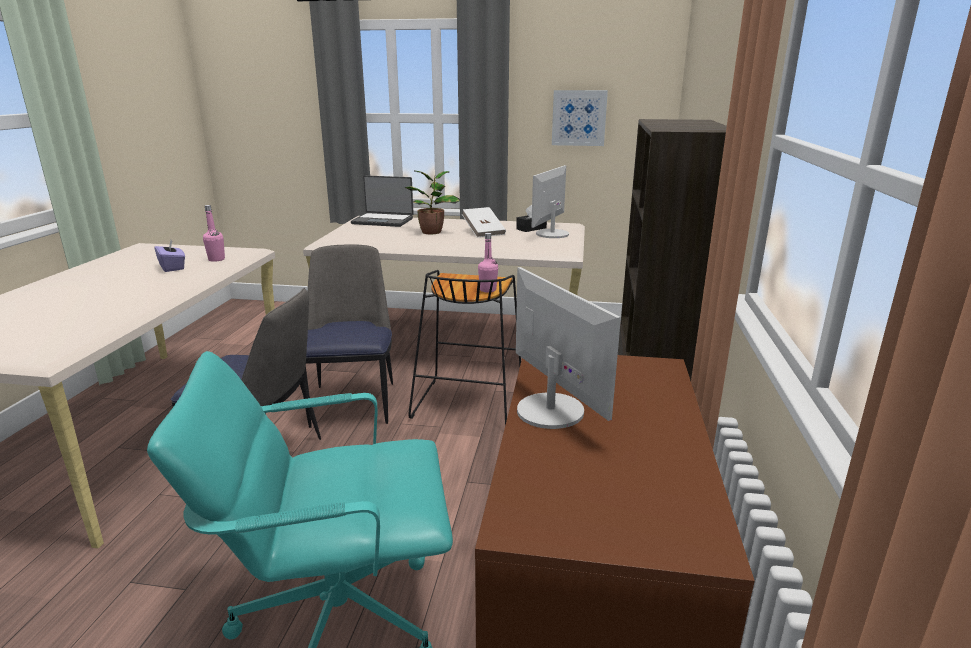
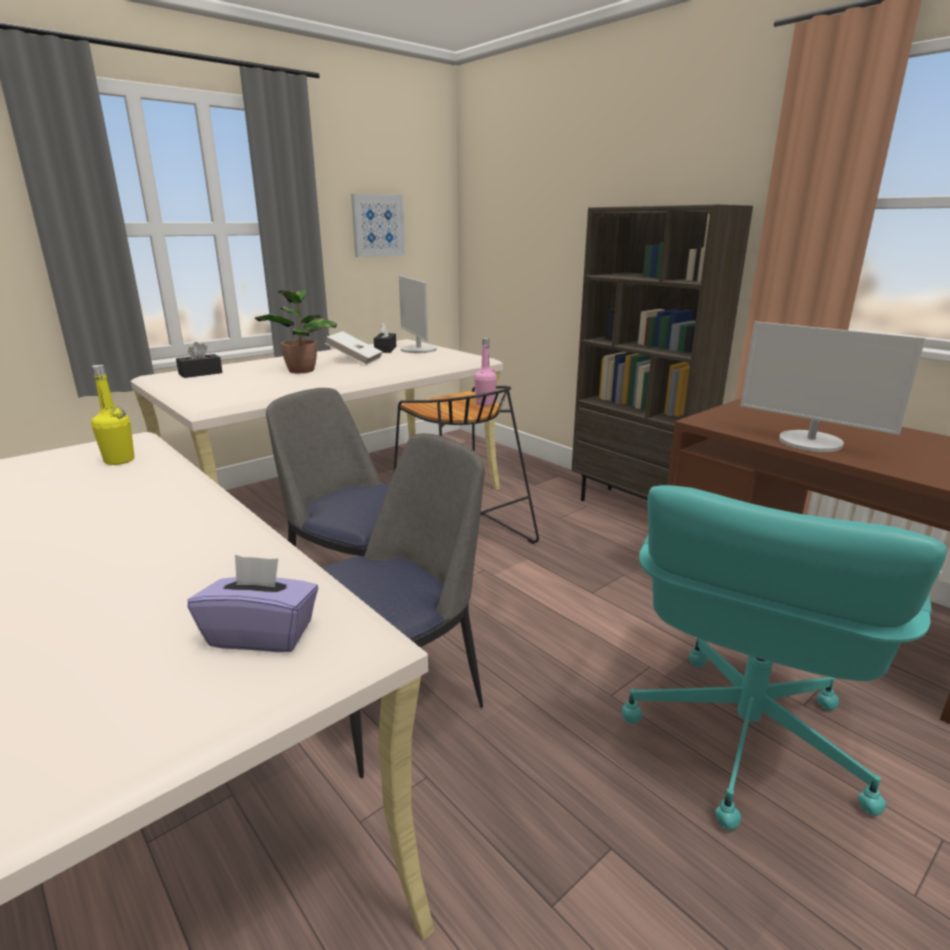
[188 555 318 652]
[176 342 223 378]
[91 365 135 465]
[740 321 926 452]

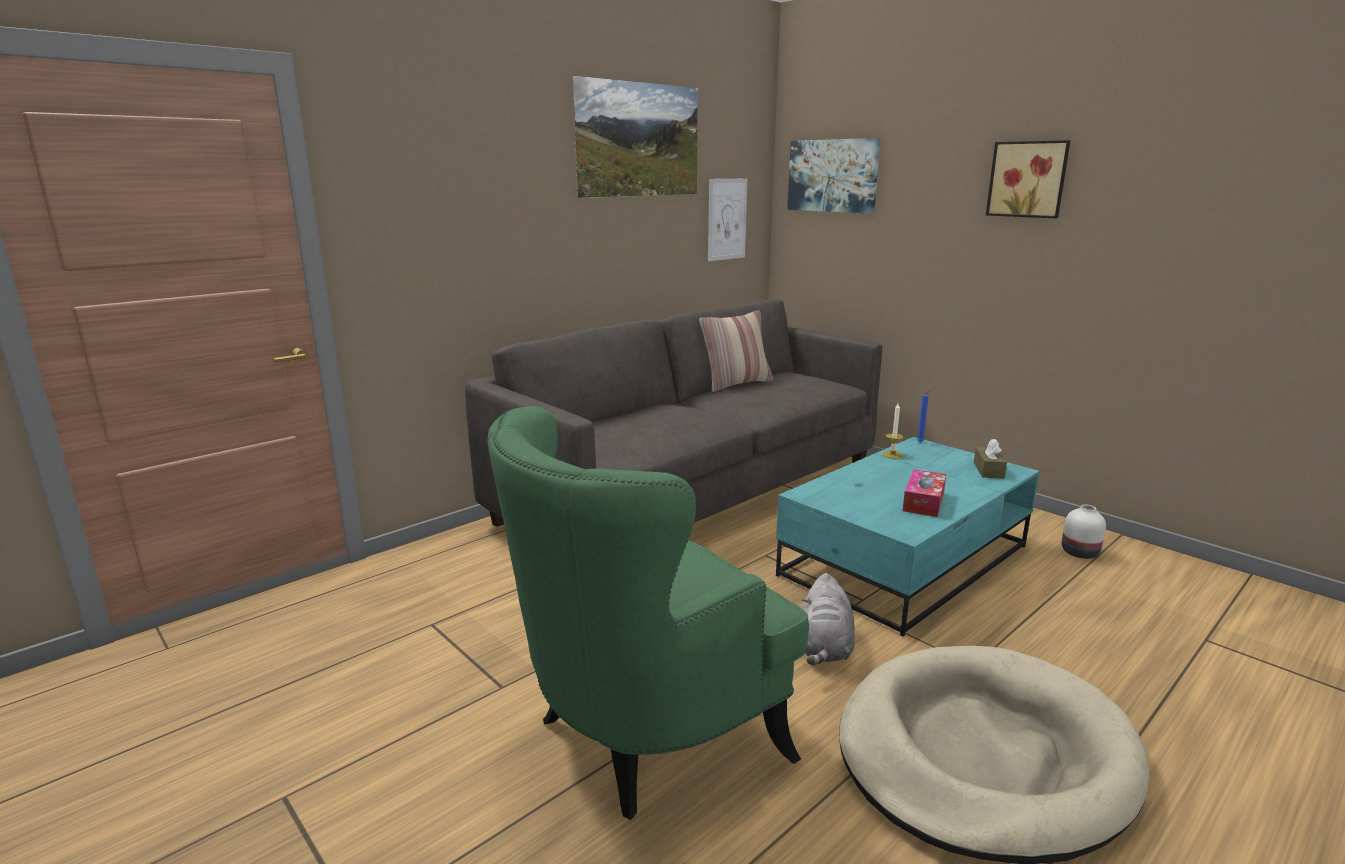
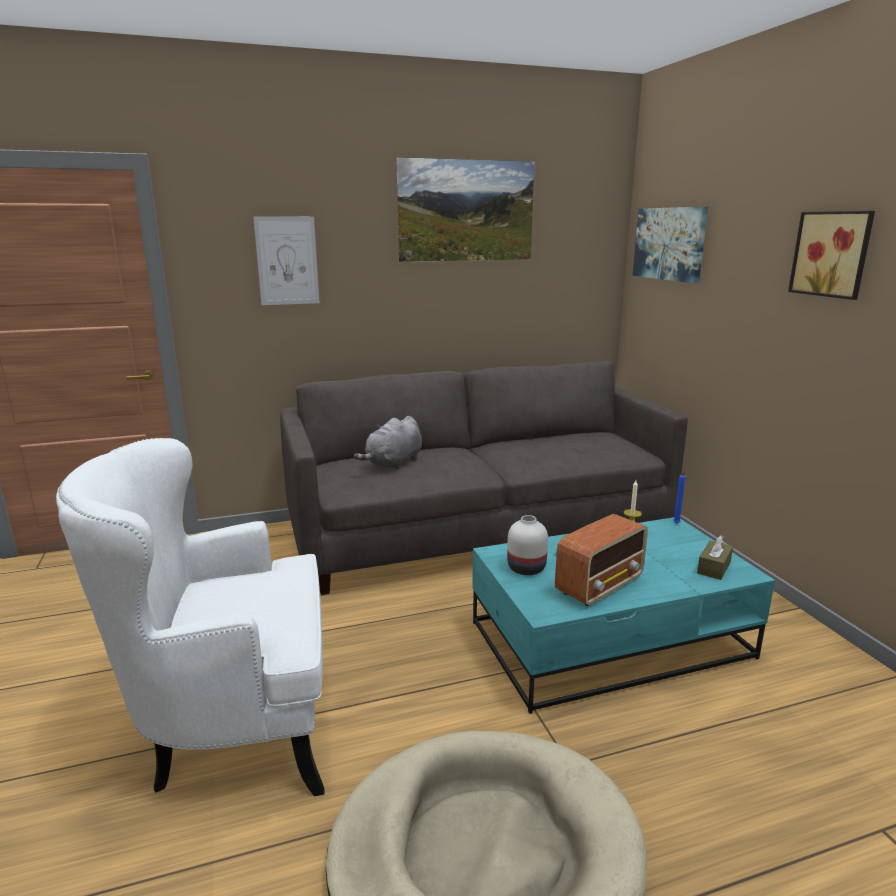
[699 310 773 392] (first image)
[253 216 319 305]
[354 416 422 470]
[507 515 548 575]
[555 514 648 606]
[56 438 325 796]

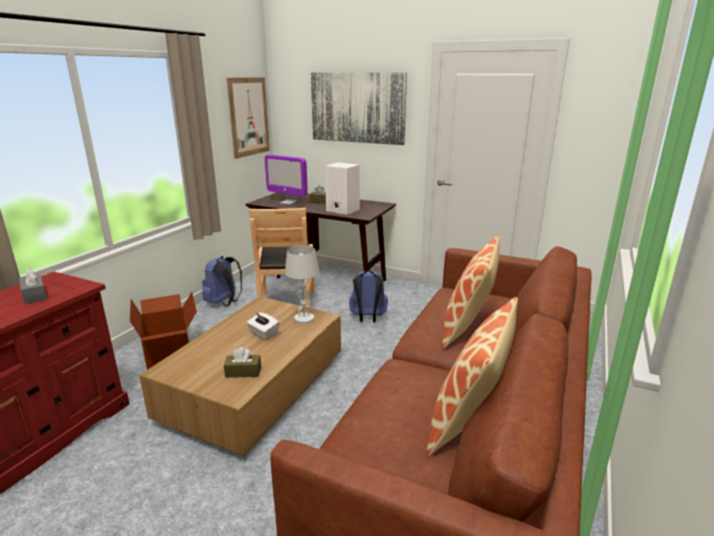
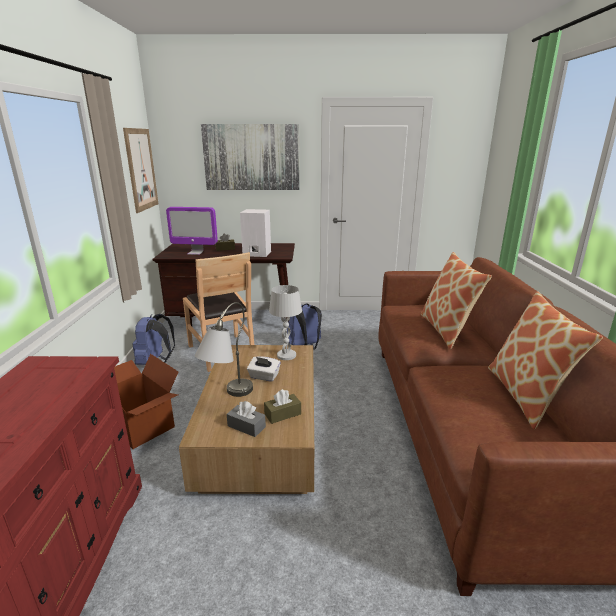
[195 302 253 397]
[227 401 266 437]

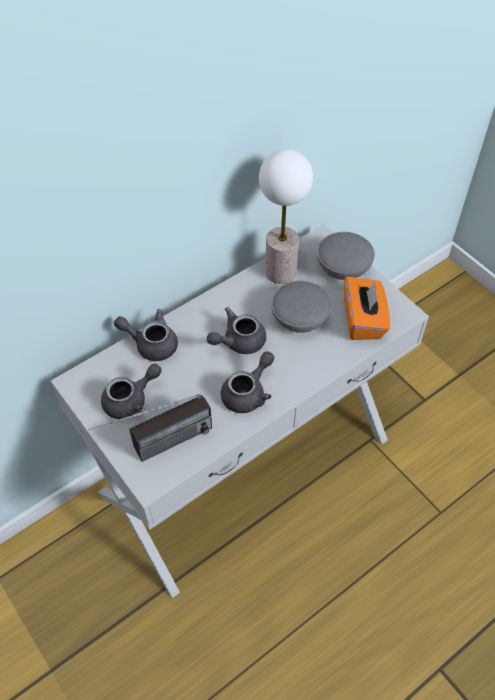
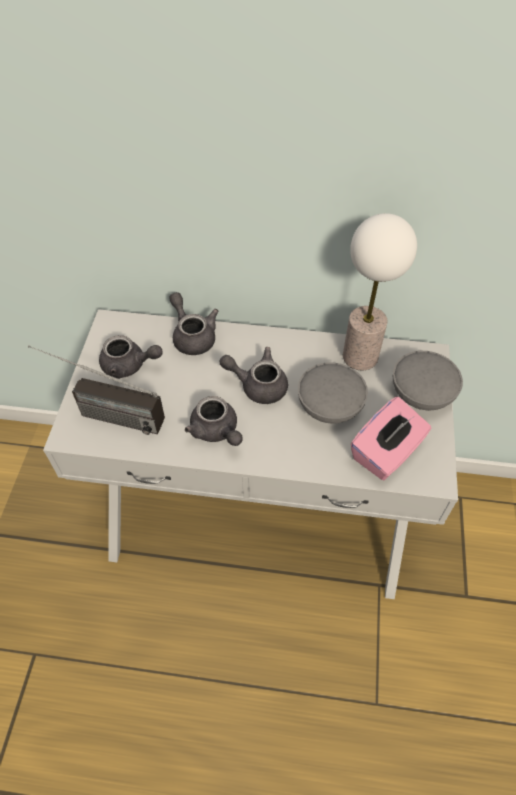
[351 397 431 480]
[185 396 243 446]

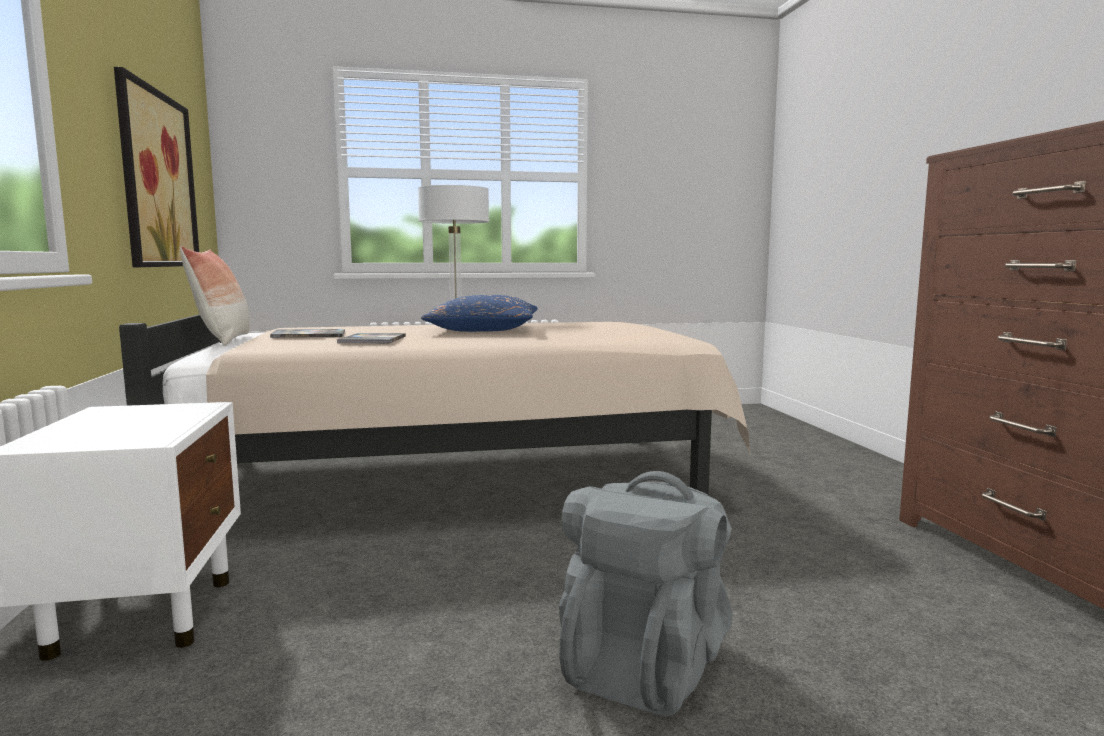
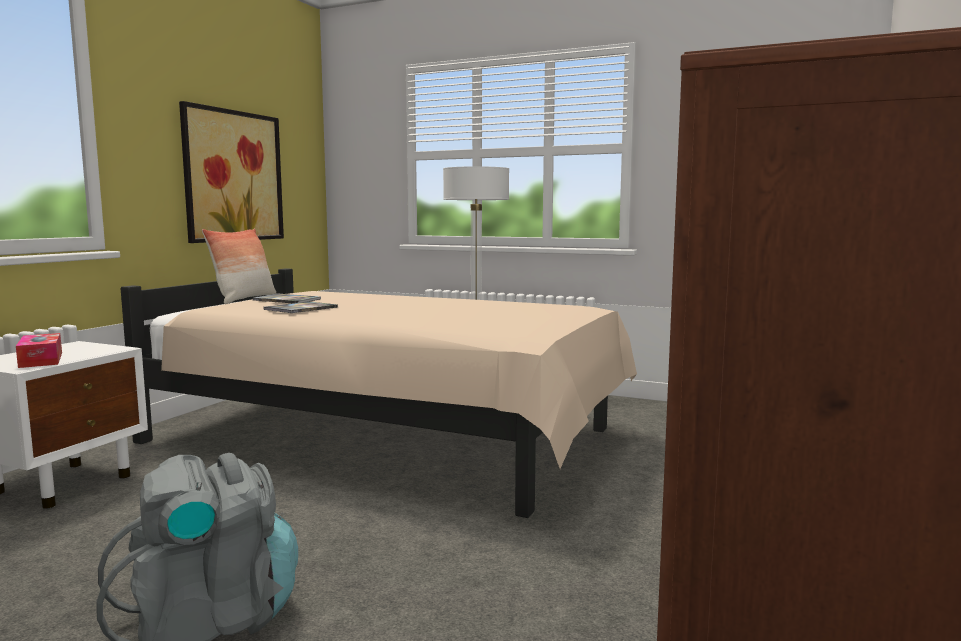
[421 295 537 332] (first image)
[16 333 62 368]

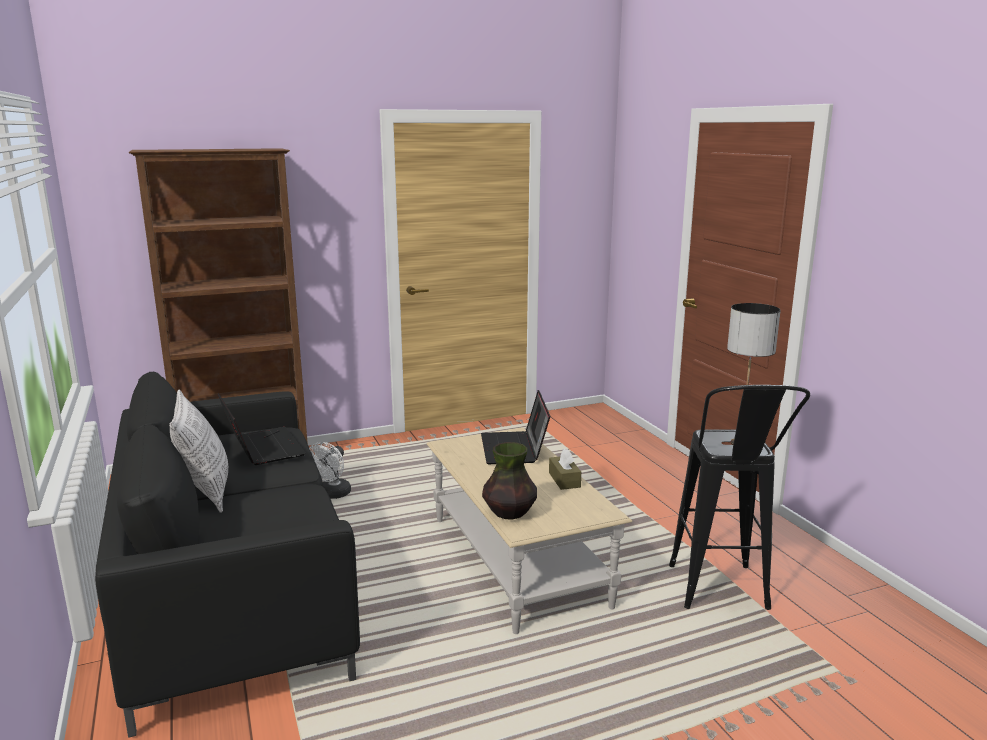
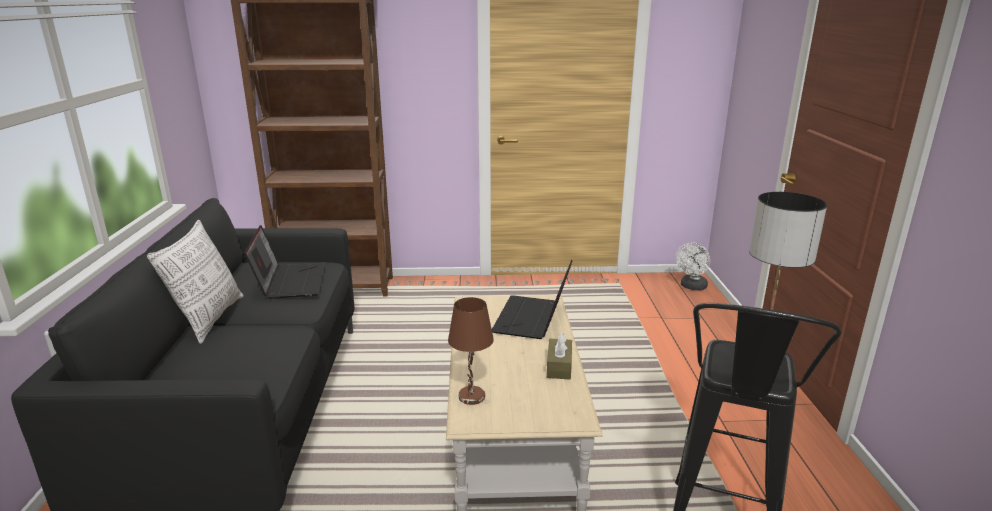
[676 242 710 291]
[448 297 494 405]

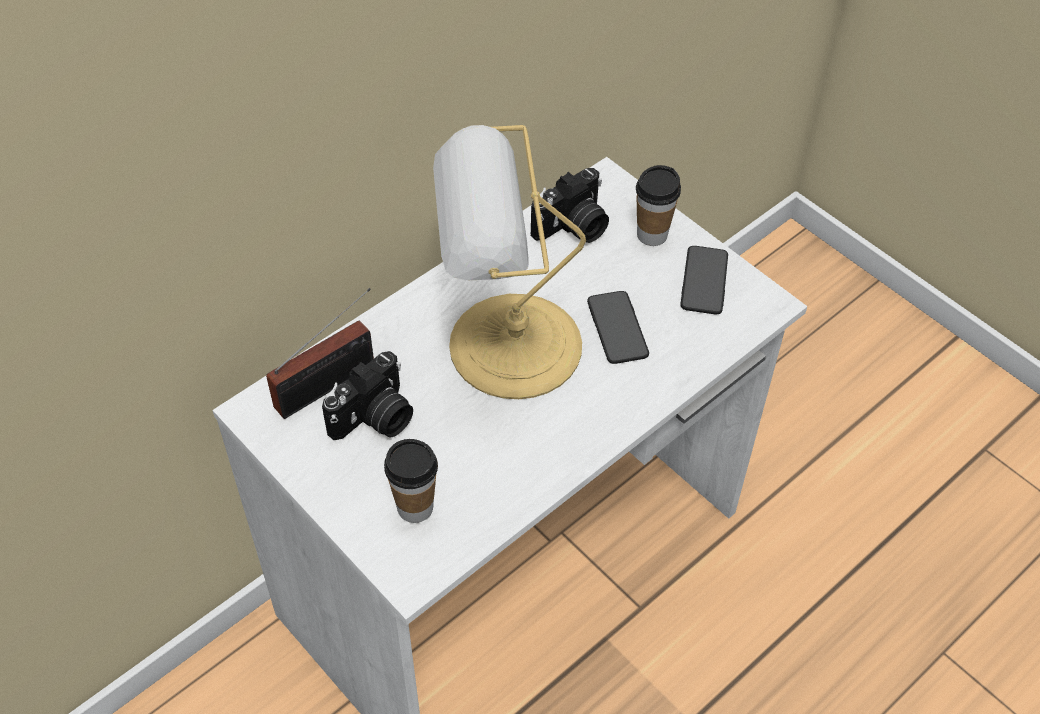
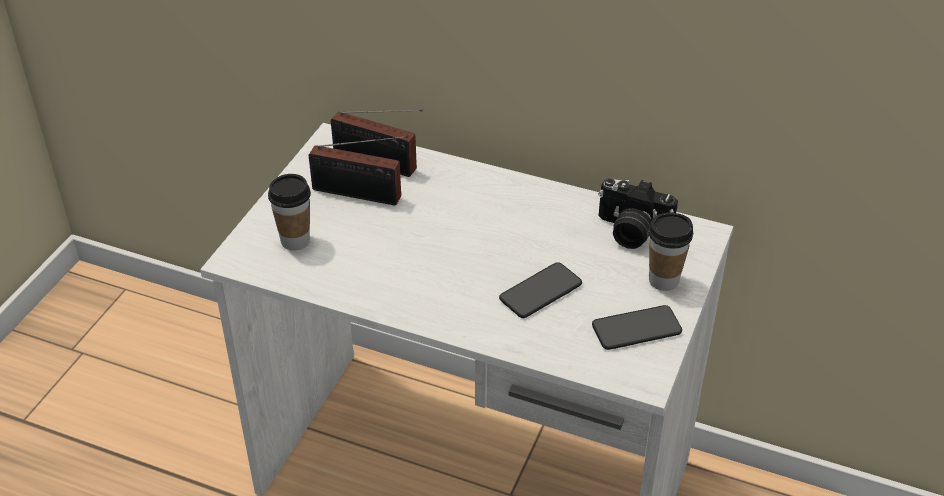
[433 125 586 399] (first image)
[309 136 408 206]

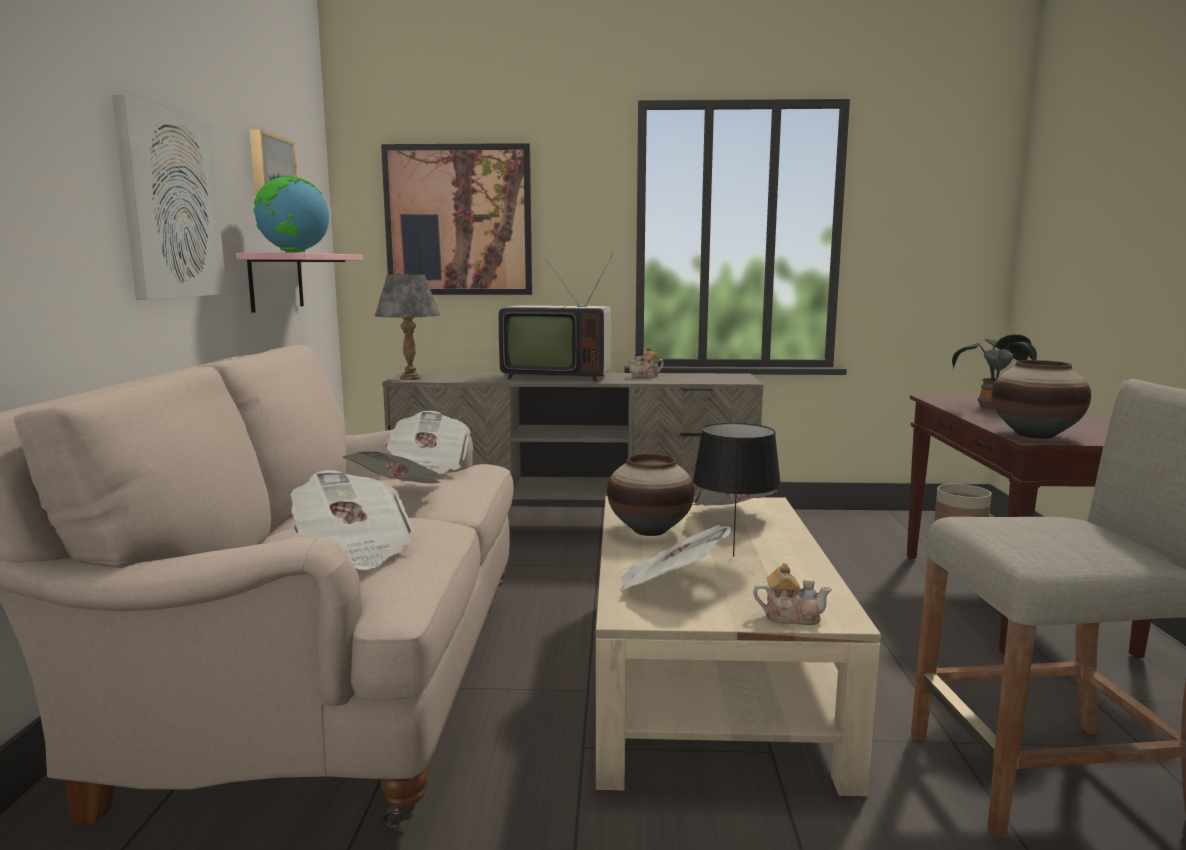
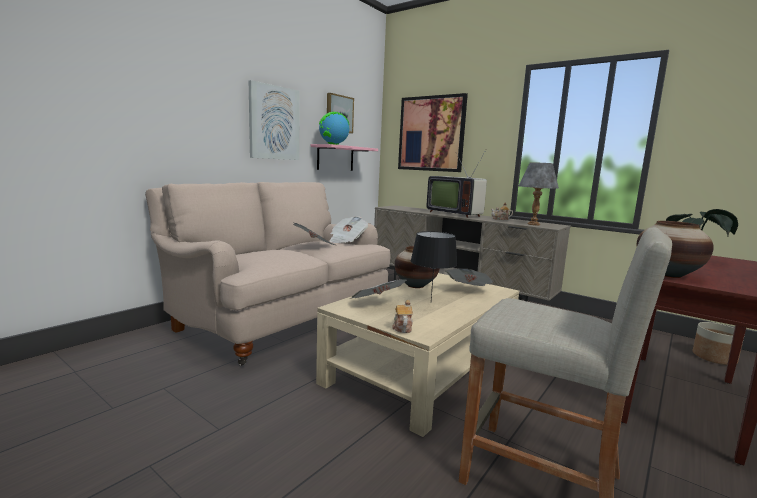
[291 470 416 570] (first image)
[519 162 559 225]
[392 300 413 333]

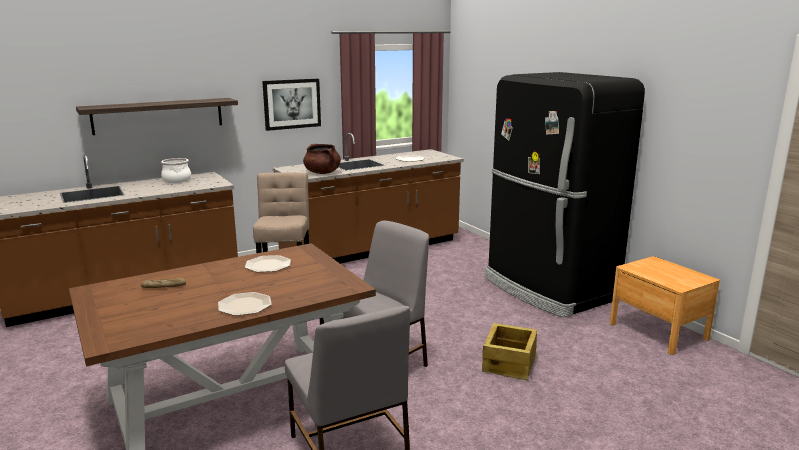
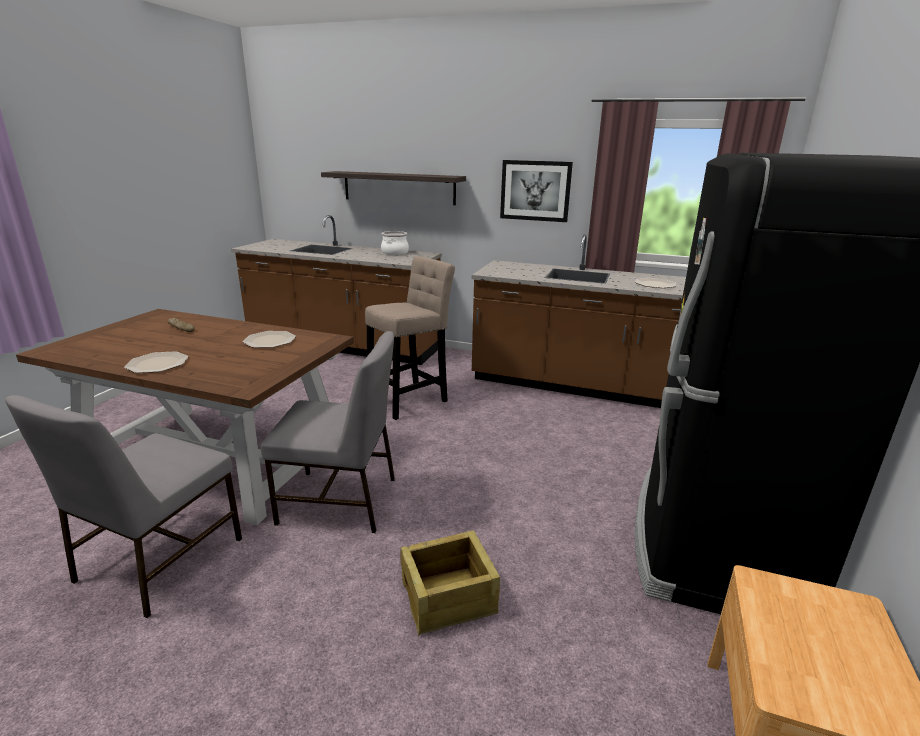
[303 144 341 174] (first image)

